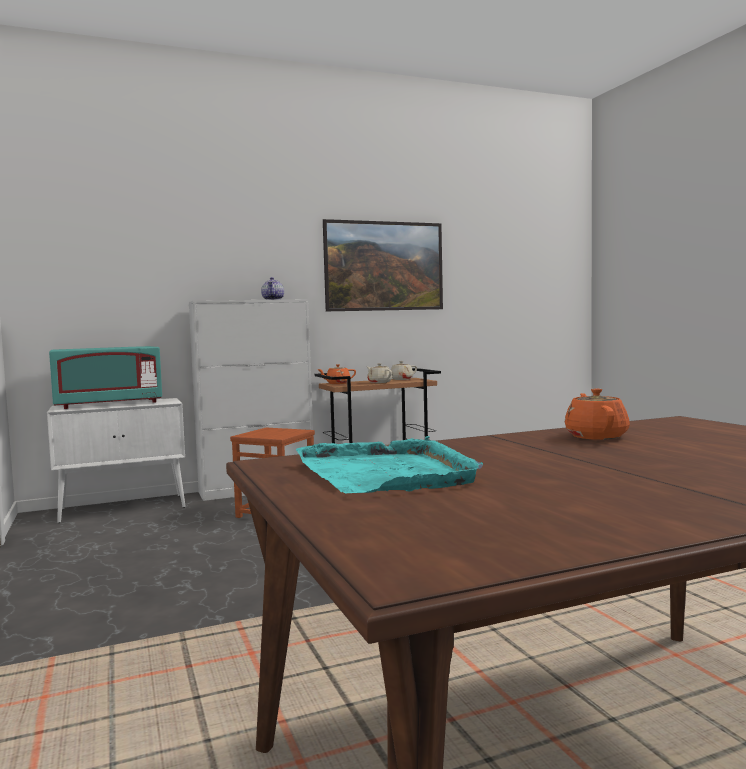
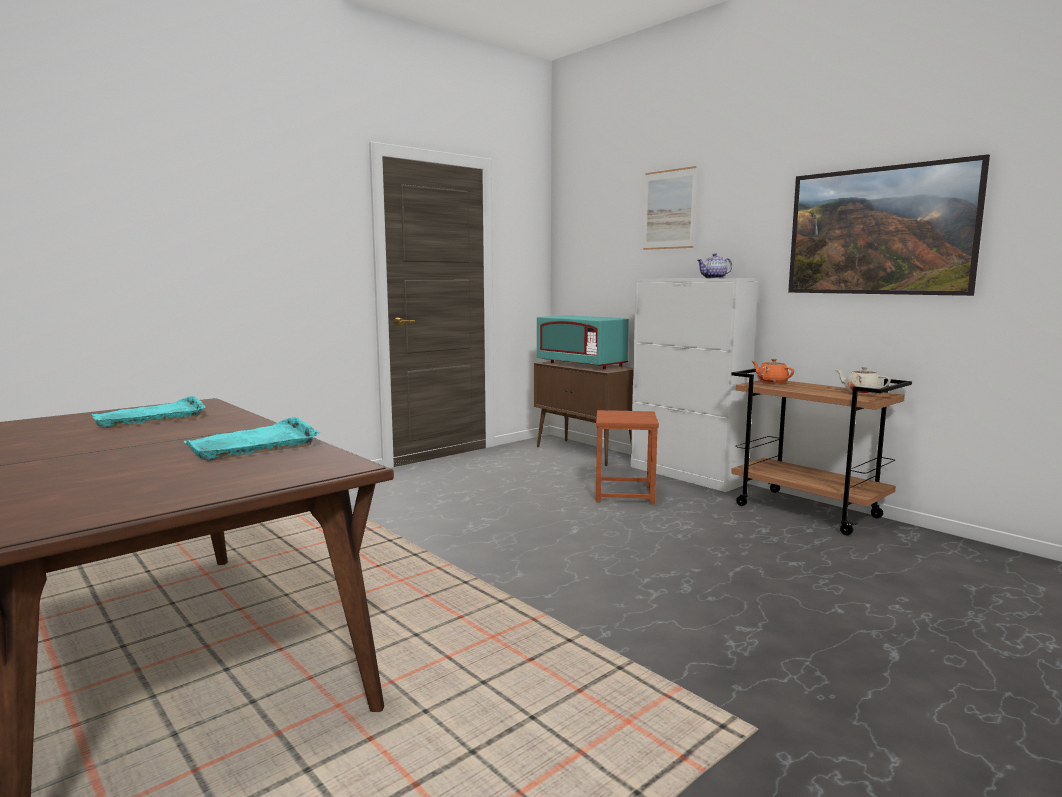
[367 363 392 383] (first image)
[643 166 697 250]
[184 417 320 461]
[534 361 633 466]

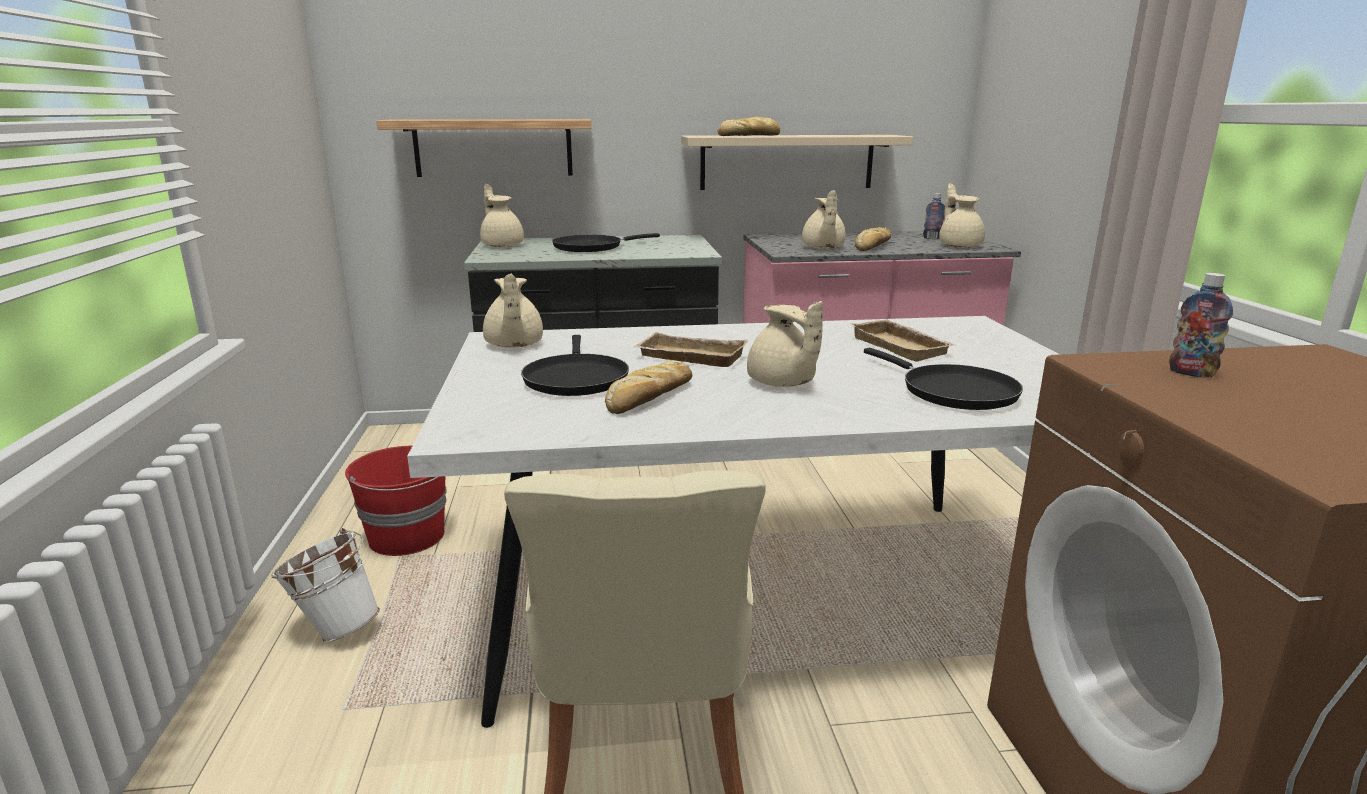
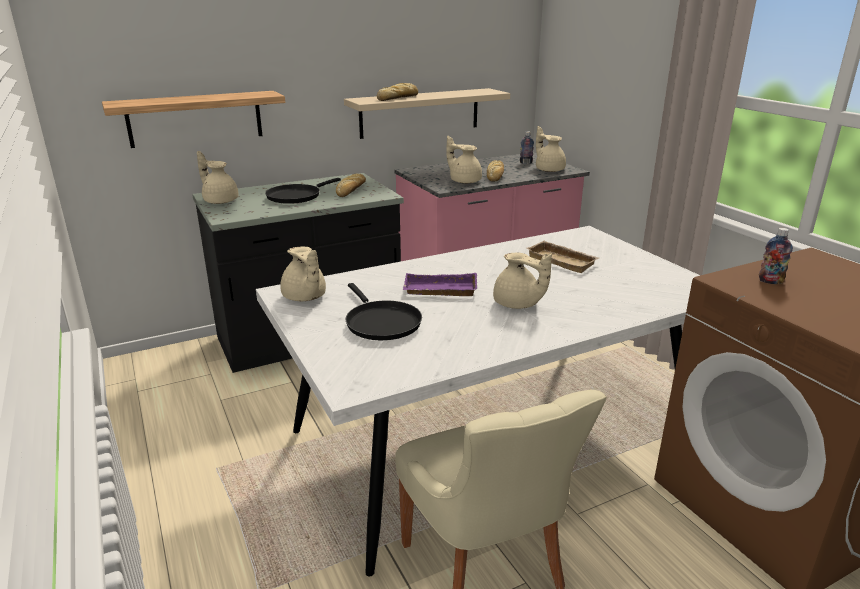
[271 528 380 642] (first image)
[345 446 447 556] (first image)
[864 348 1023 410] (first image)
[336 173 366 197]
[403 273 478 296]
[446 136 482 183]

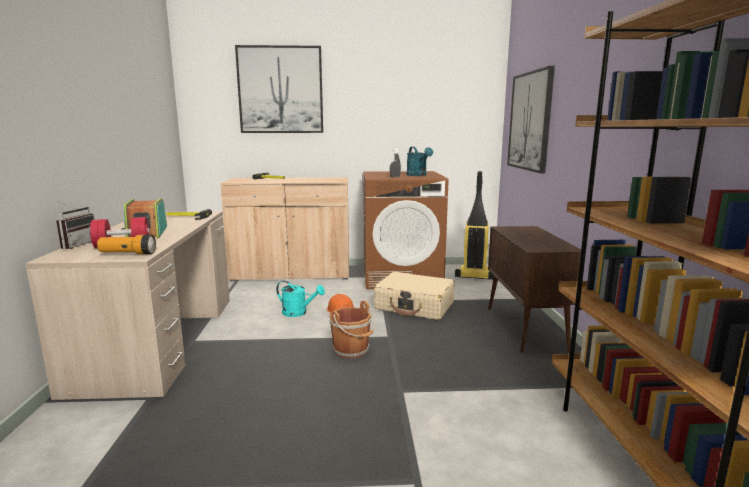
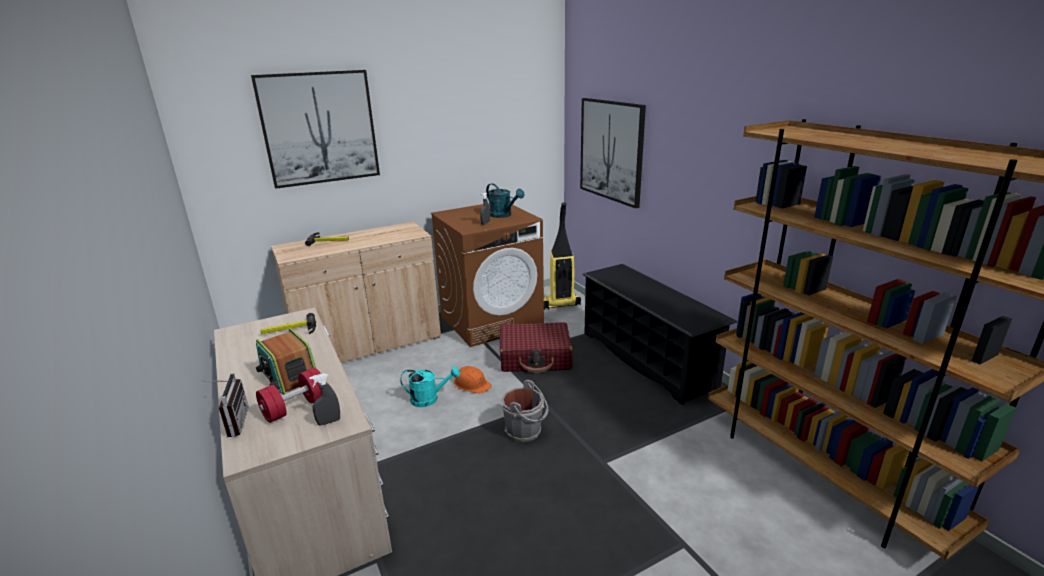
[309 373 340 425]
[582 264 737 405]
[501 380 549 442]
[500 322 573 373]

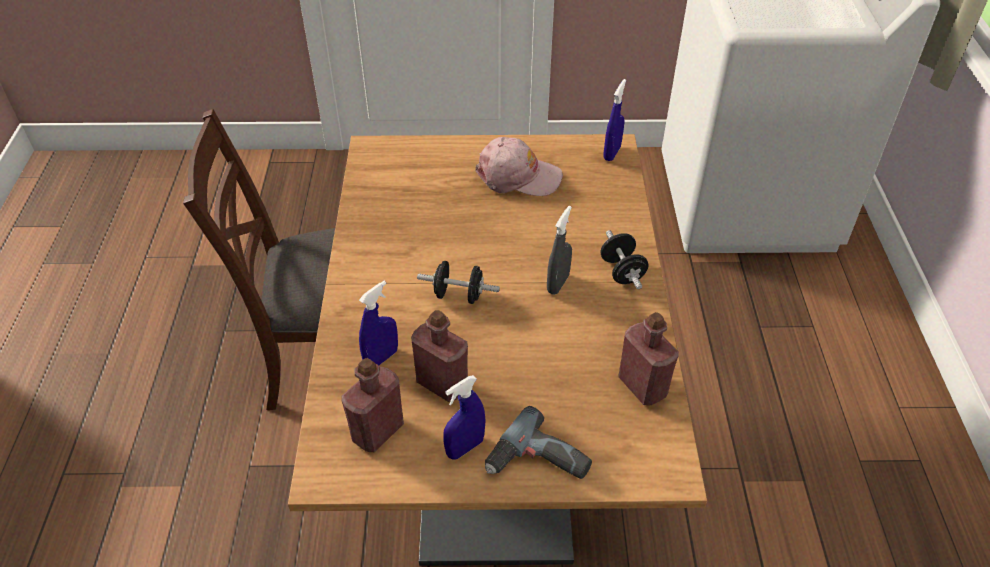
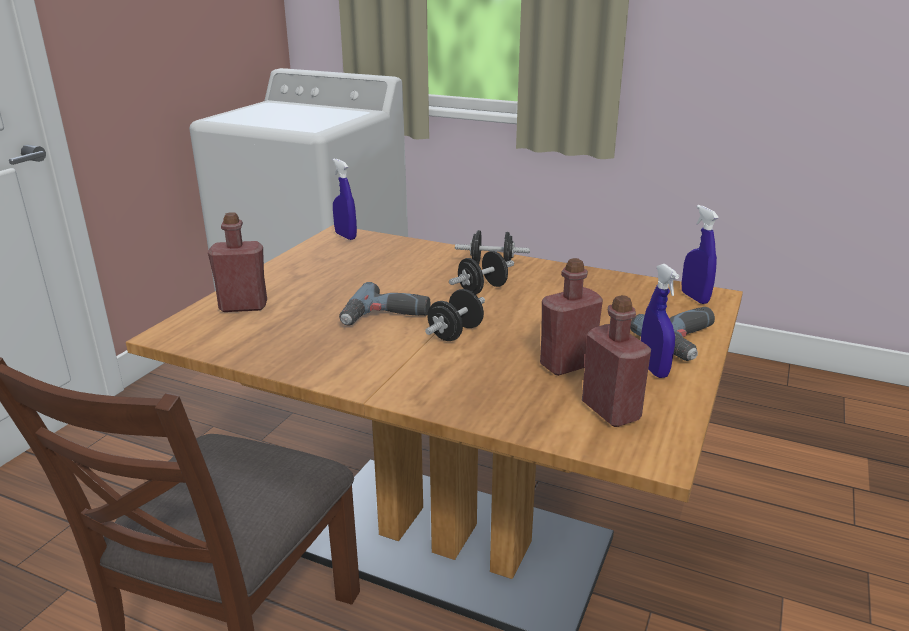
[476 137 563 196] (first image)
[339 282 430 326]
[682 205 719 304]
[208 212 267 312]
[449 251 514 295]

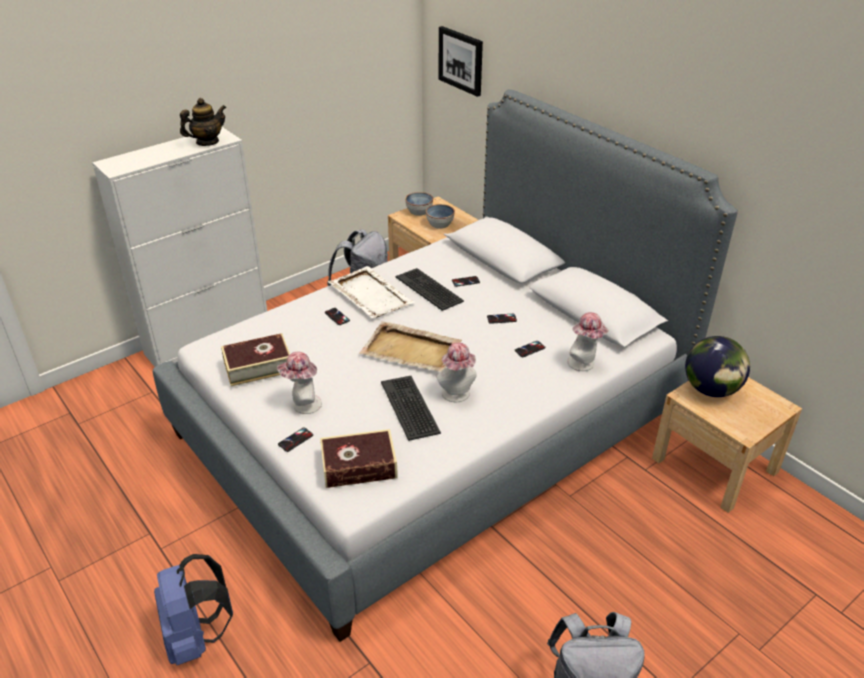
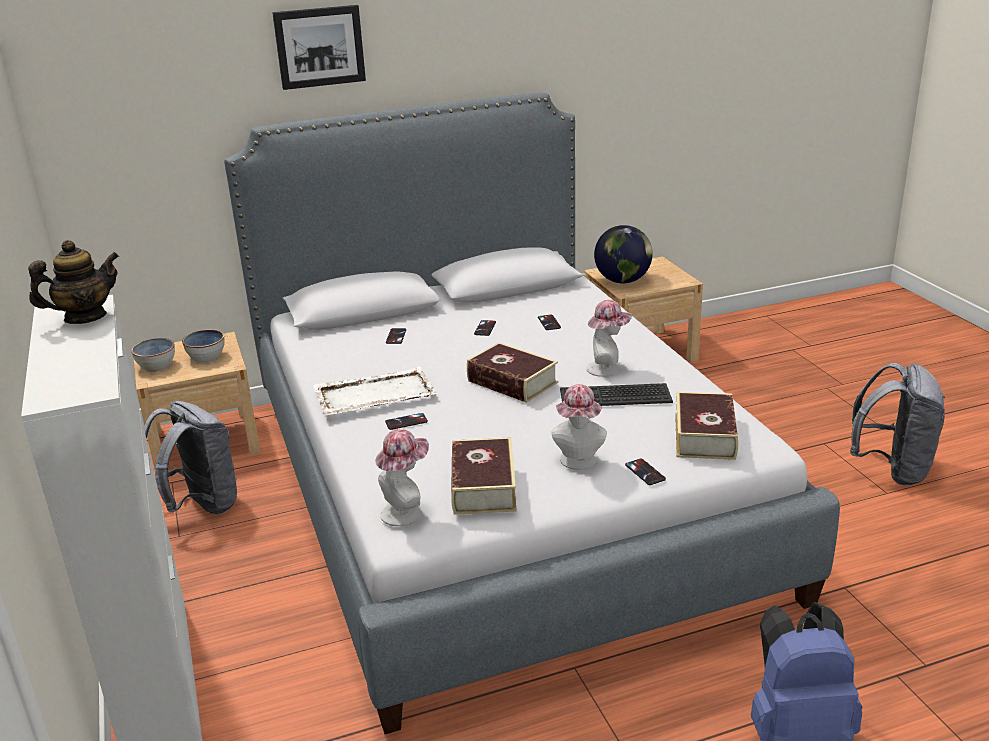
[396 268 464 311] (first image)
[272 5 366 90]
[375 429 429 526]
[467 342 558 403]
[28 240 119 324]

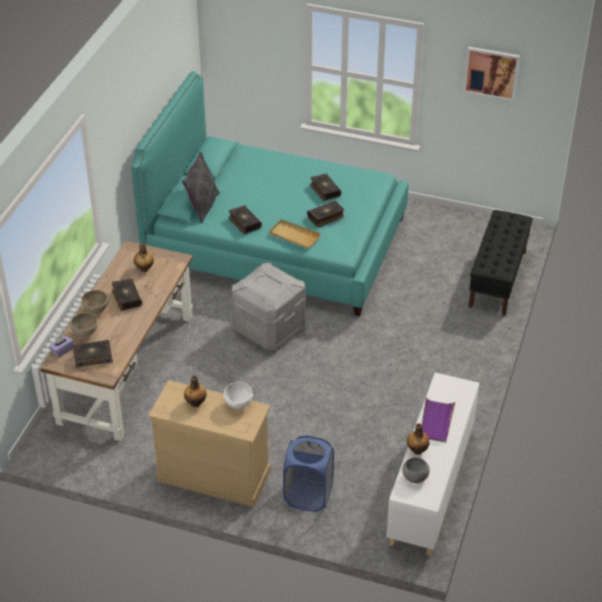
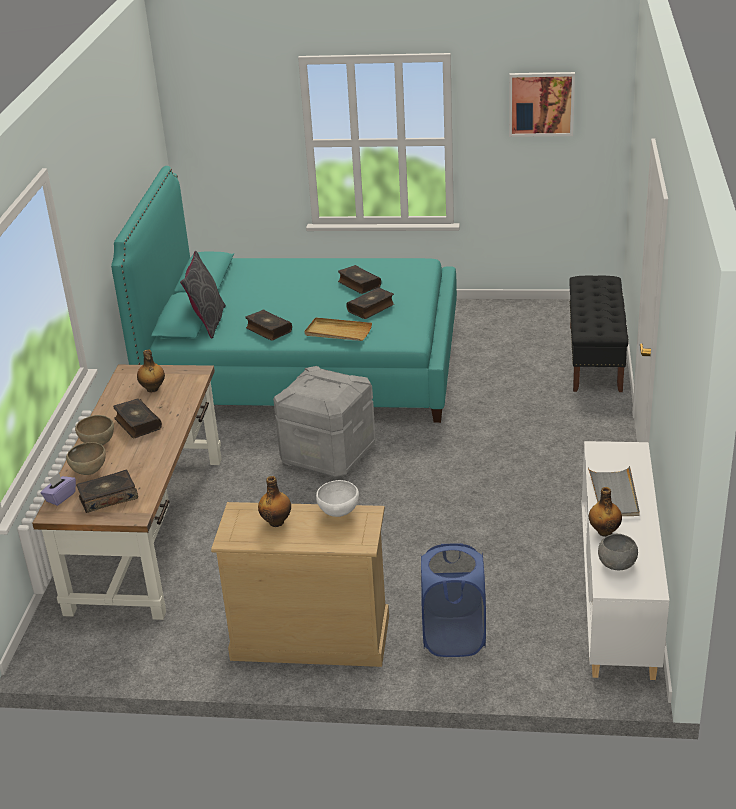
[588 466 640 516]

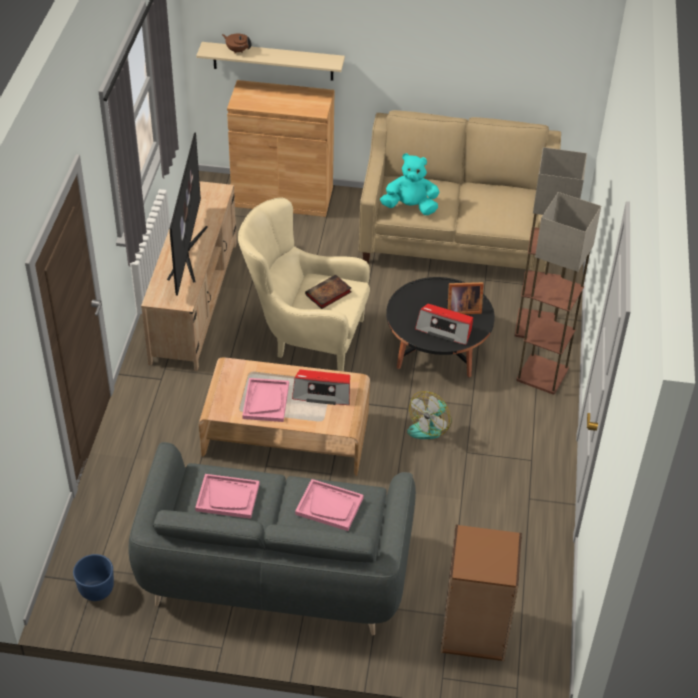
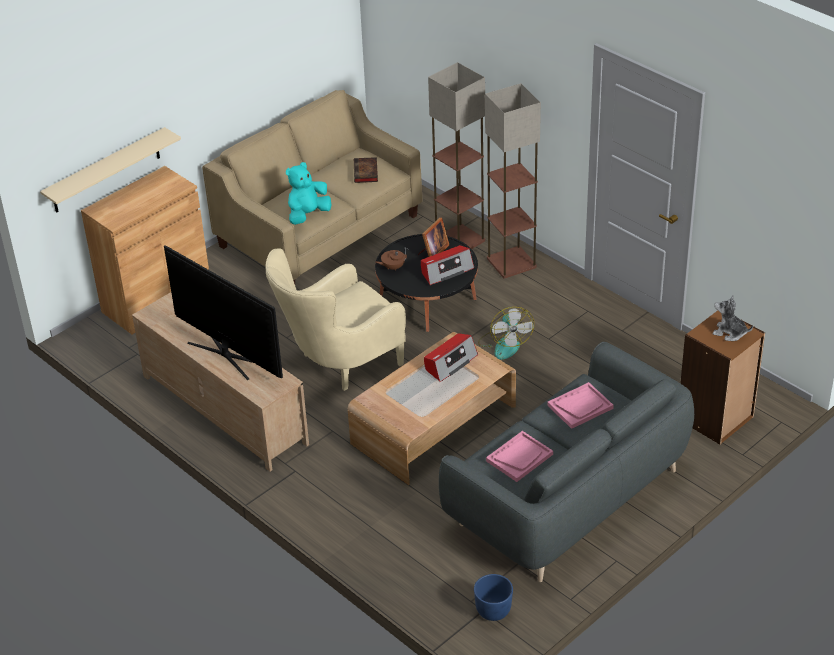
[242 378 289 422] (first image)
[712 295 753 341]
[376 247 409 271]
[354 157 378 183]

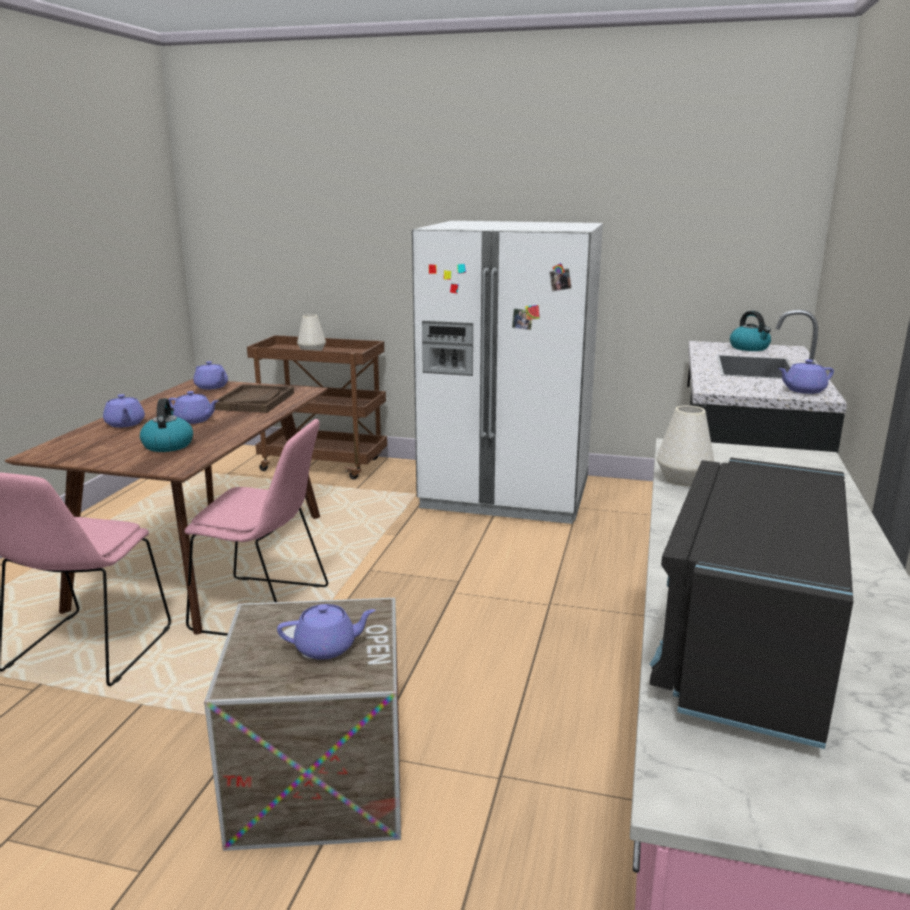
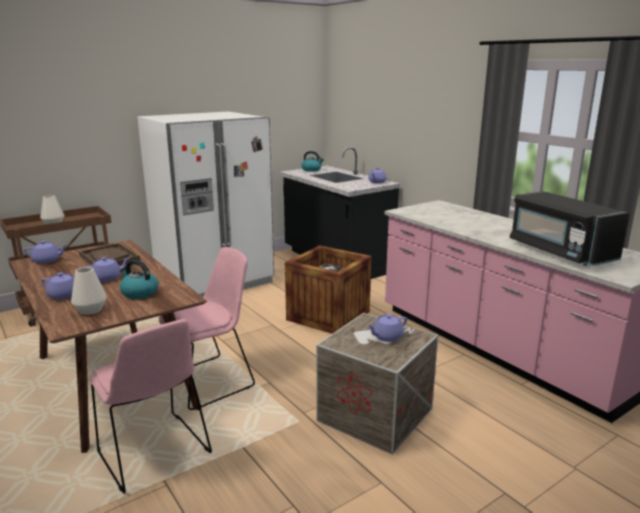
[285 245 372 334]
[71 267 107 315]
[367 314 407 342]

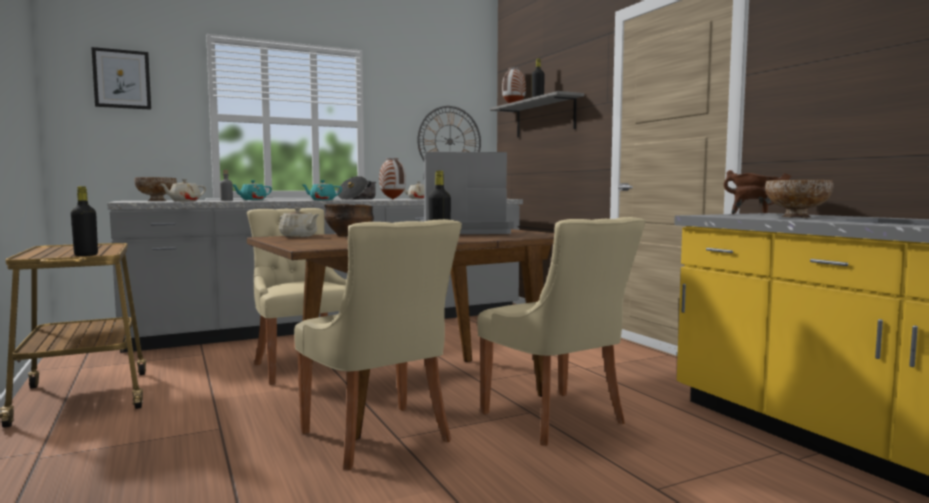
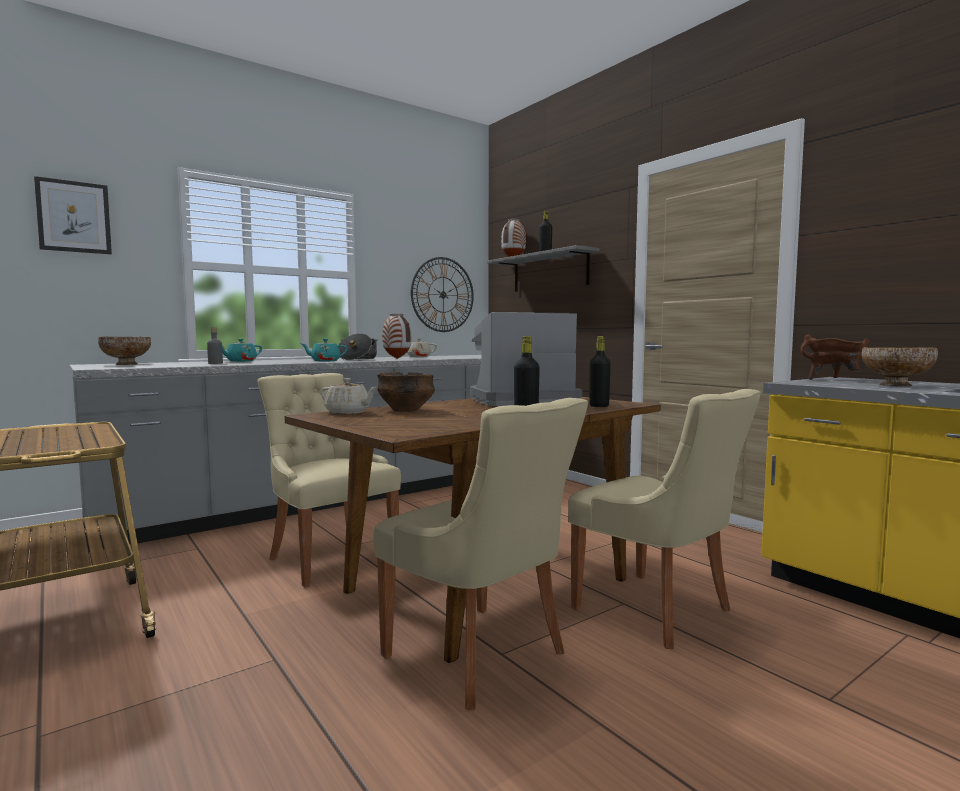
[161 179 206 201] (first image)
[590 336 611 407]

